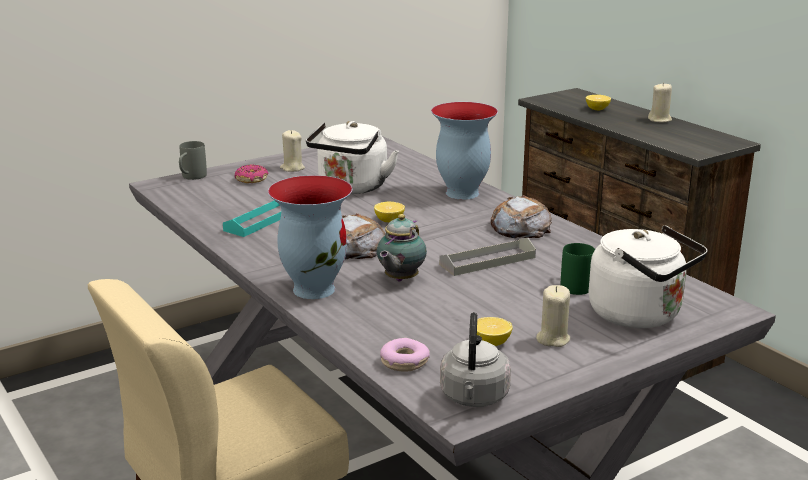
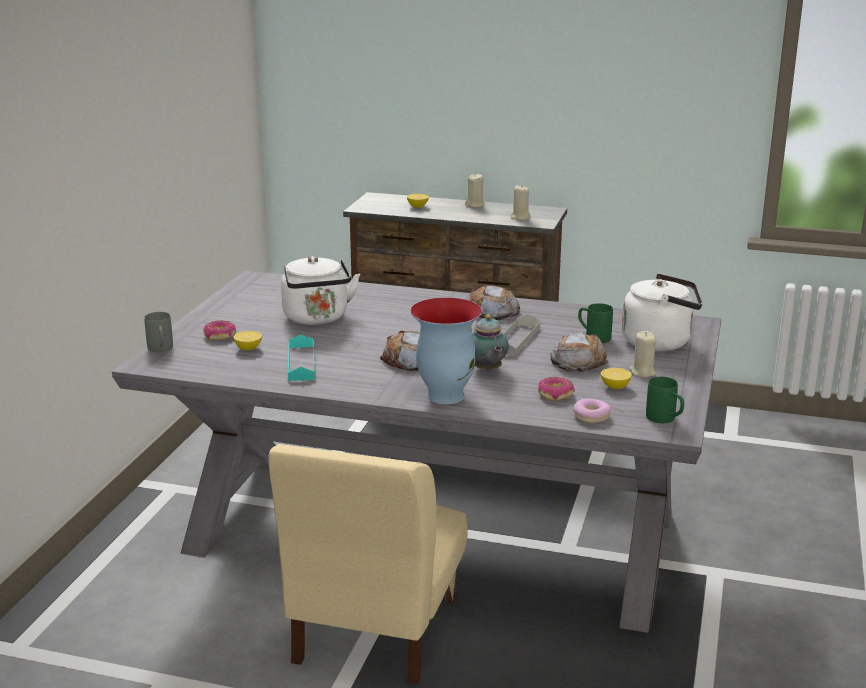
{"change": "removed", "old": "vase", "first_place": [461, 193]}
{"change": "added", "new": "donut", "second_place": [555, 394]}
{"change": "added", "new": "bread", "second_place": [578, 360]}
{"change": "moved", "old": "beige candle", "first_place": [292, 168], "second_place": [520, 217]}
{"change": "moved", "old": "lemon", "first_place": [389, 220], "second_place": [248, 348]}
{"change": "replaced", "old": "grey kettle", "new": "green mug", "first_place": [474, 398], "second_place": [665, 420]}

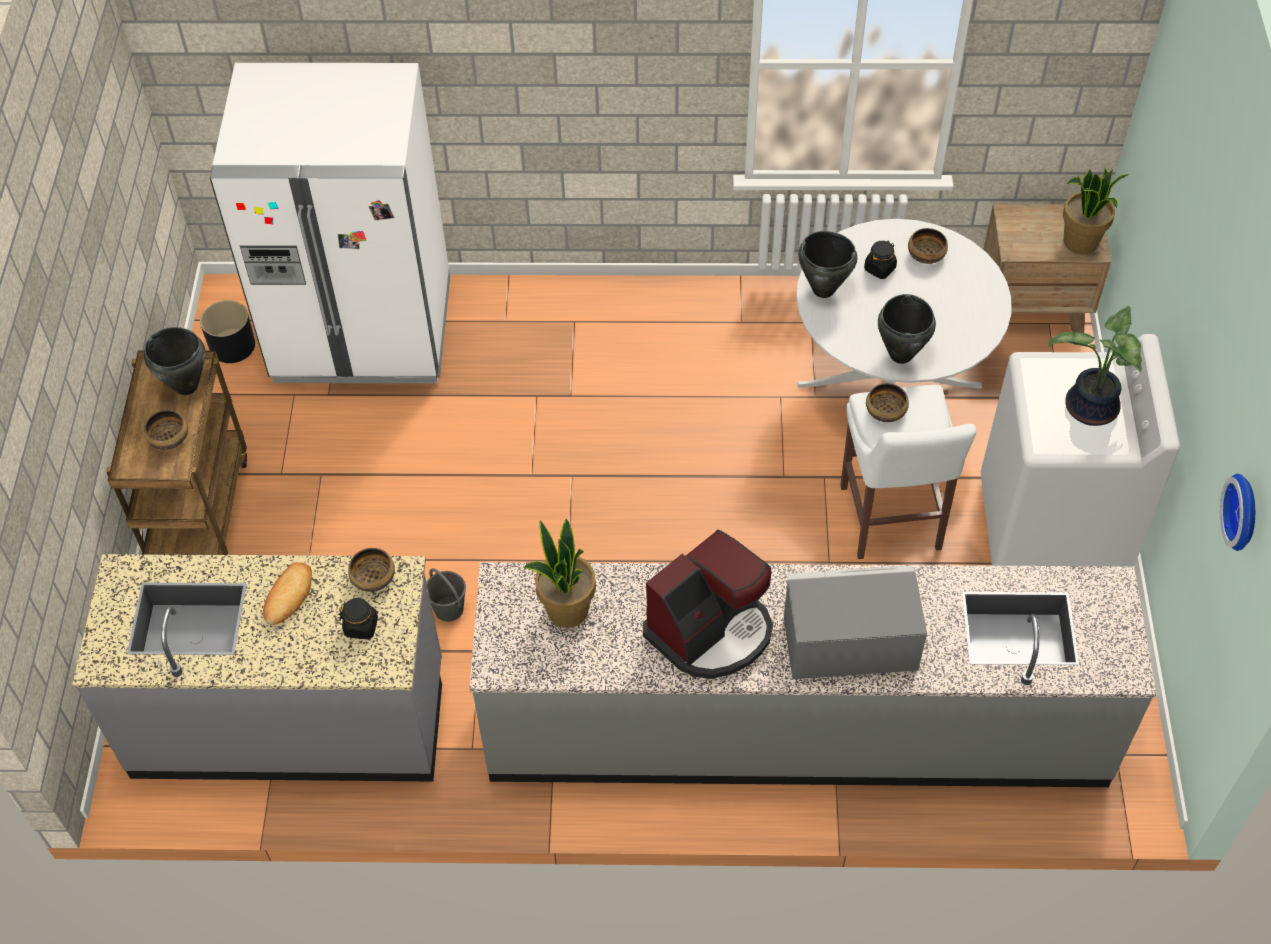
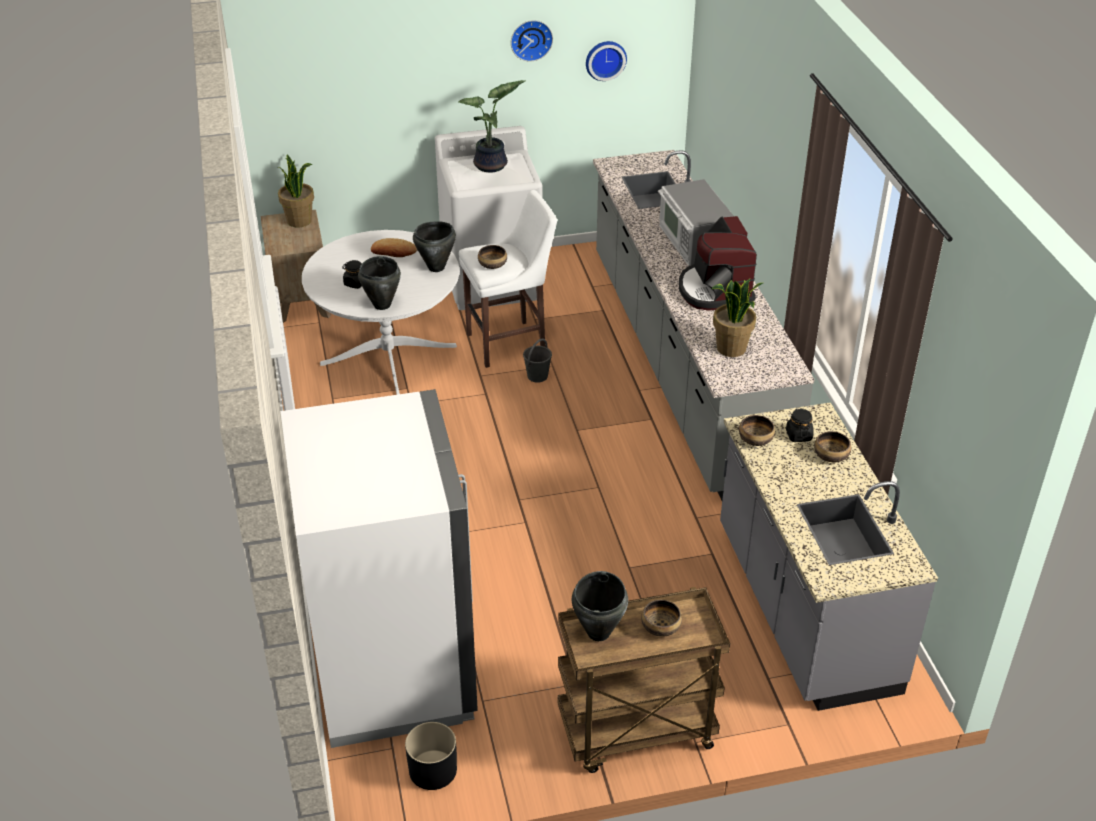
{"change": "added", "new": "wall clock", "second_place": [531, 39]}
{"change": "moved", "old": "bread", "first_place": [288, 596], "second_place": [394, 251]}
{"change": "moved", "old": "grey bucket", "first_place": [448, 608], "second_place": [537, 376]}
{"change": "moved", "old": "bowl", "first_place": [926, 254], "second_place": [830, 455]}
{"change": "turned", "old": "coffee machine", "first_place": [711, 631], "second_place": [715, 290], "degrees": -135}

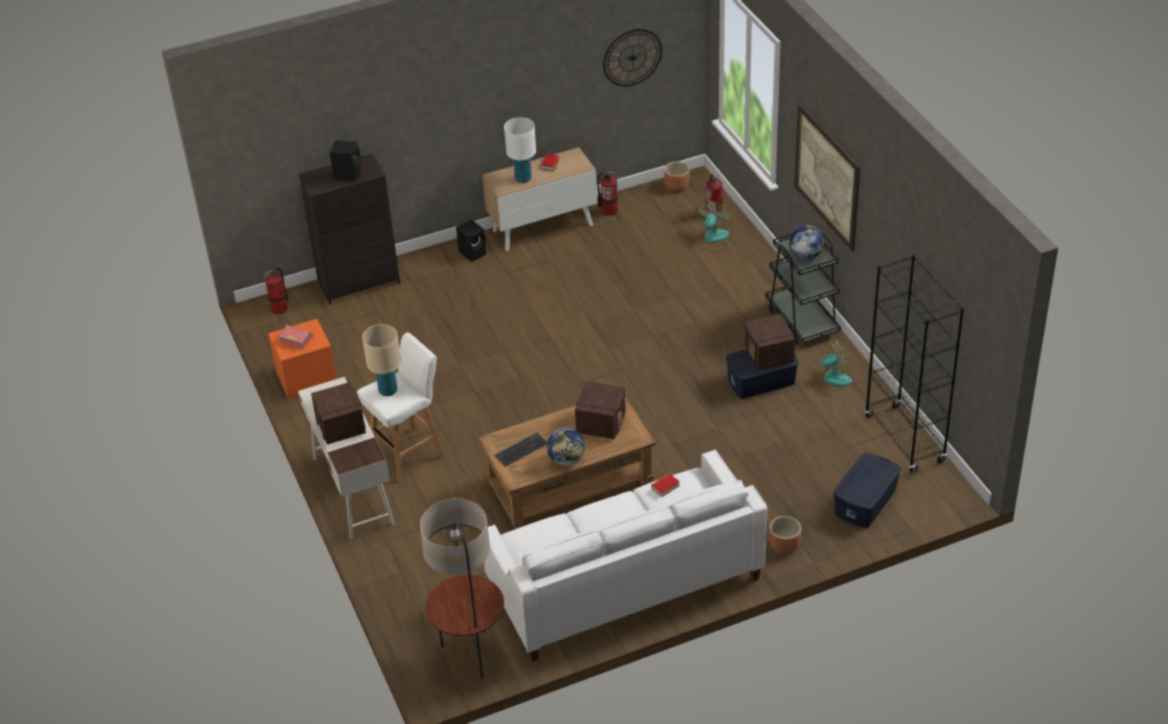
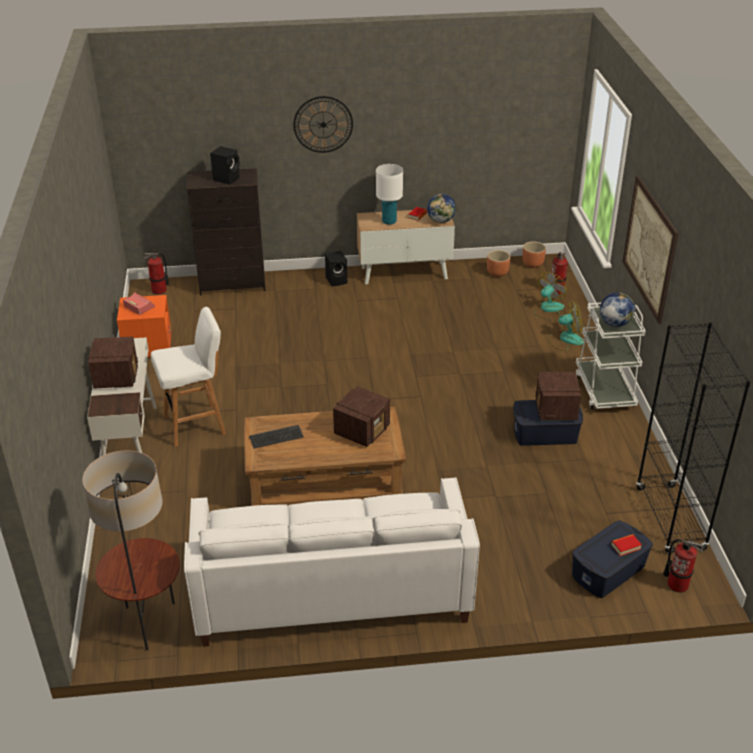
{"change": "removed", "old": "beige table lamp", "first_place": [388, 391]}
{"change": "moved", "old": "globe", "first_place": [566, 460], "second_place": [441, 221]}
{"change": "moved", "old": "fire extinguisher", "first_place": [609, 210], "second_place": [677, 584]}
{"change": "moved", "old": "wall clock", "first_place": [632, 57], "second_place": [323, 124]}
{"change": "moved", "old": "book", "first_place": [665, 487], "second_place": [625, 547]}
{"change": "moved", "old": "brown planter", "first_place": [784, 546], "second_place": [497, 273]}
{"change": "moved", "old": "fan", "first_place": [830, 381], "second_place": [565, 339]}
{"change": "recoloured", "old": "black cart", "new": "white cart", "first_place": [802, 320], "second_place": [604, 390]}

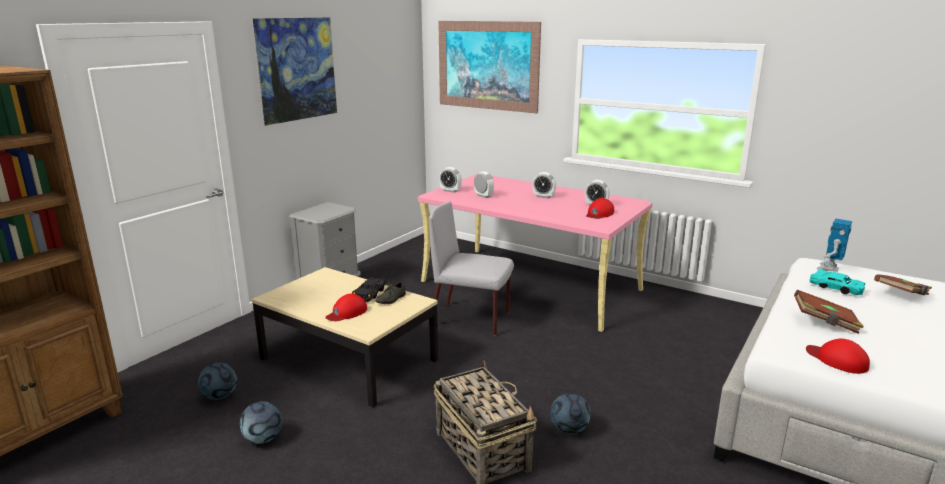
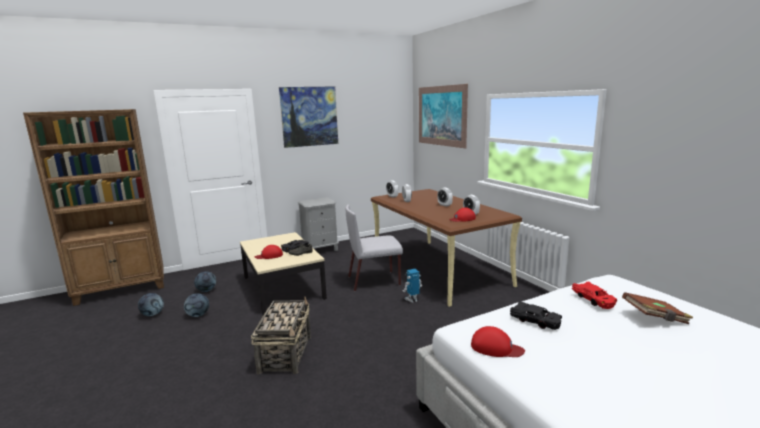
{"change": "moved", "old": "football", "first_place": [569, 430], "second_place": [152, 314]}
{"change": "moved", "old": "toy robot", "first_place": [829, 268], "second_place": [412, 300]}
{"change": "replaced", "old": "brown book", "new": "black toy car", "first_place": [825, 323], "second_place": [535, 321]}
{"change": "recoloured", "old": "pink desk", "new": "brown desk", "first_place": [531, 285], "second_place": [438, 269]}
{"change": "recoloured", "old": "turquoise toy car", "new": "red toy car", "first_place": [835, 288], "second_place": [593, 300]}
{"change": "turned", "old": "grey chair", "first_place": [471, 319], "second_place": [375, 280], "degrees": -60}
{"change": "turned", "old": "red cap", "first_place": [837, 360], "second_place": [496, 348], "degrees": 120}

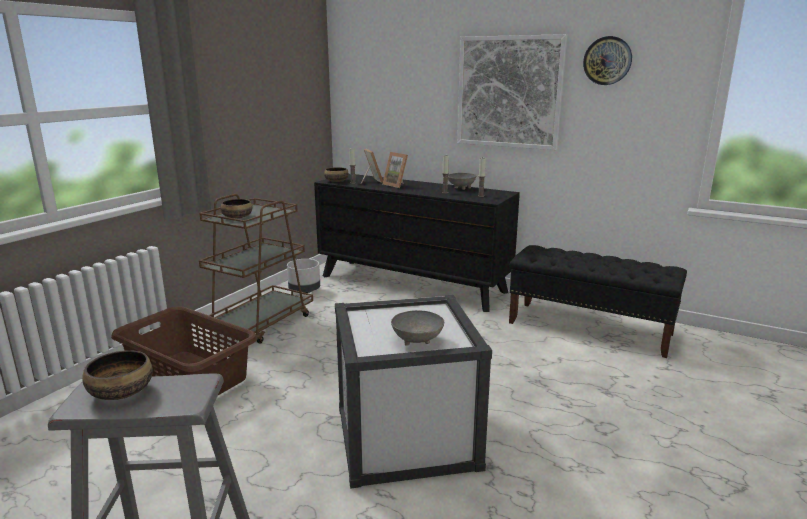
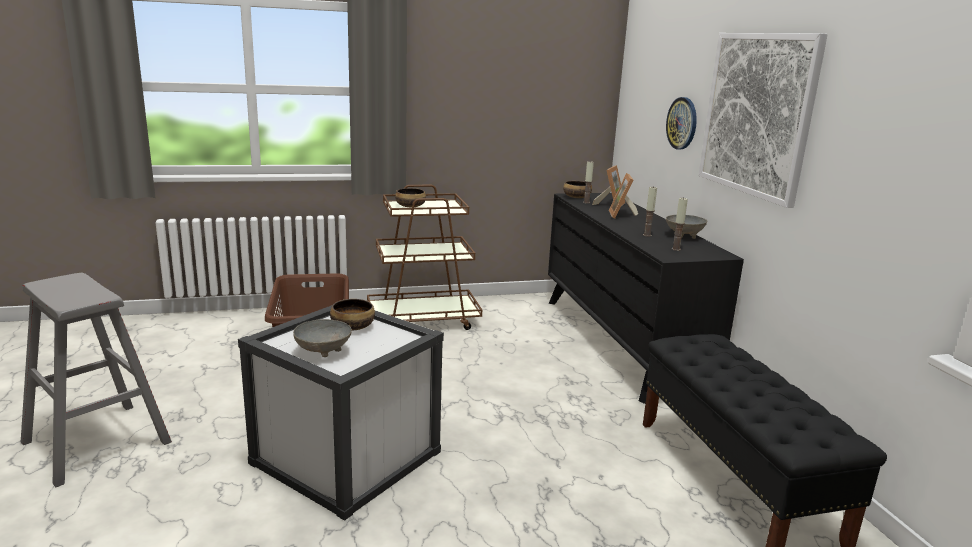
{"change": "removed", "old": "grey planter", "first_place": [304, 290]}
{"change": "moved", "old": "bowl", "first_place": [121, 391], "second_place": [353, 326]}
{"change": "moved", "old": "wall clock", "first_place": [607, 60], "second_place": [682, 123]}

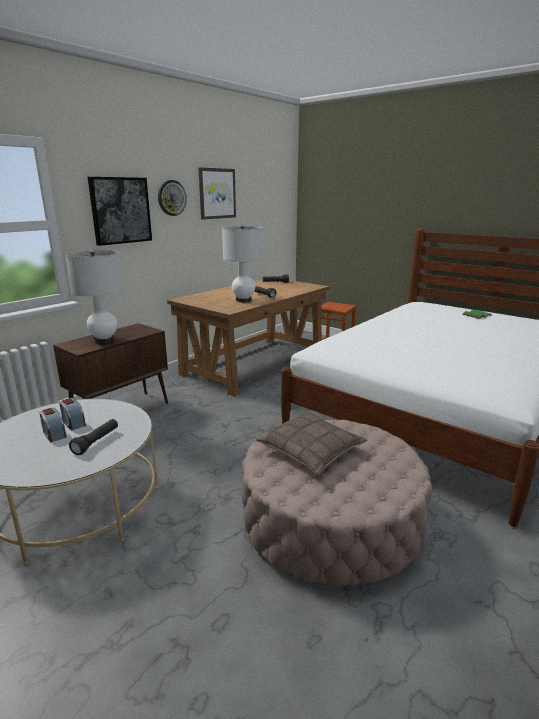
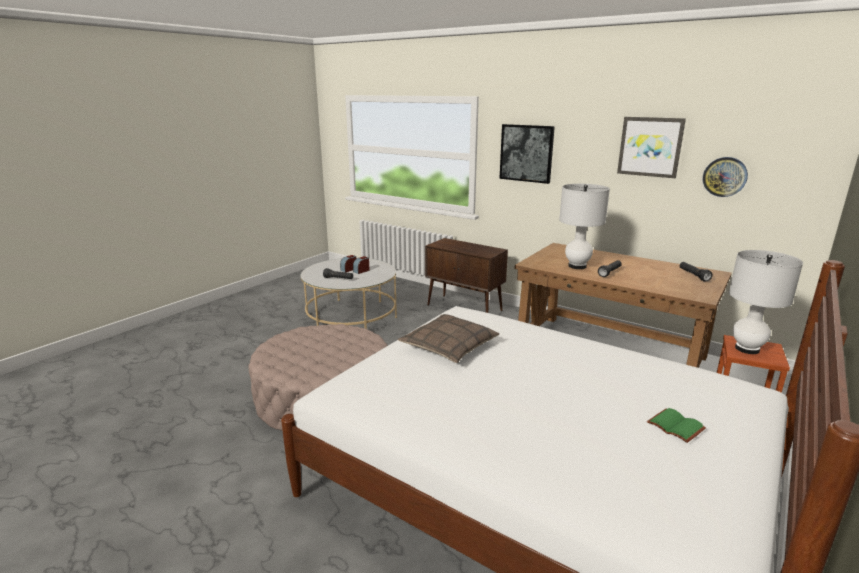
{"change": "moved", "old": "white table lamp", "first_place": [104, 340], "second_place": [747, 349]}
{"change": "moved", "old": "wall clock", "first_place": [171, 198], "second_place": [724, 176]}
{"change": "moved", "old": "pillow", "first_place": [311, 450], "second_place": [448, 346]}

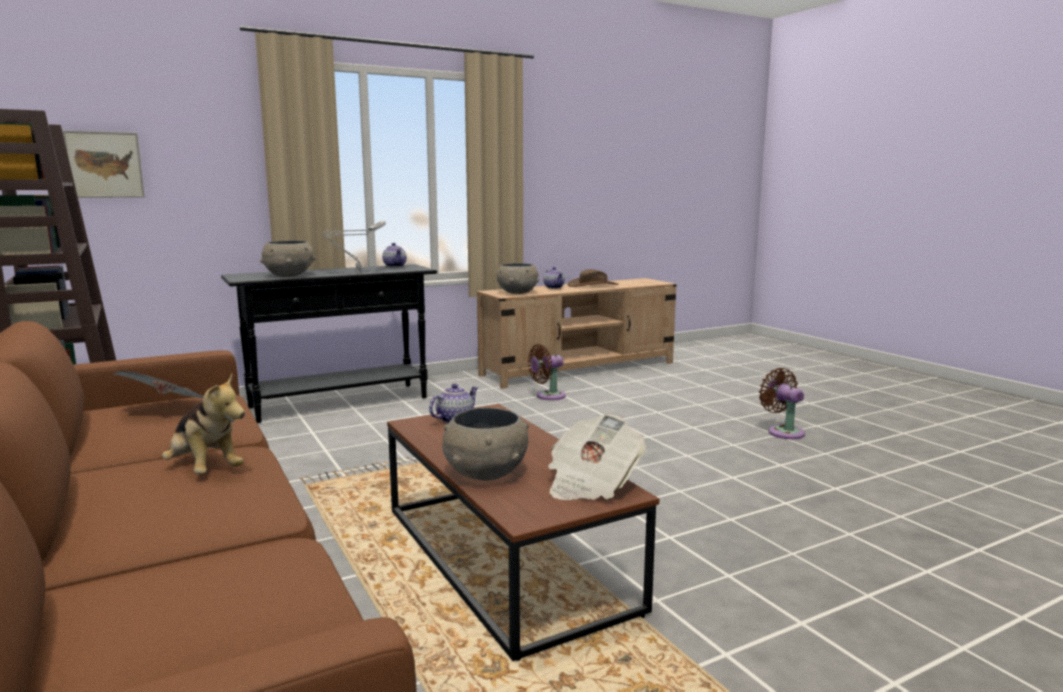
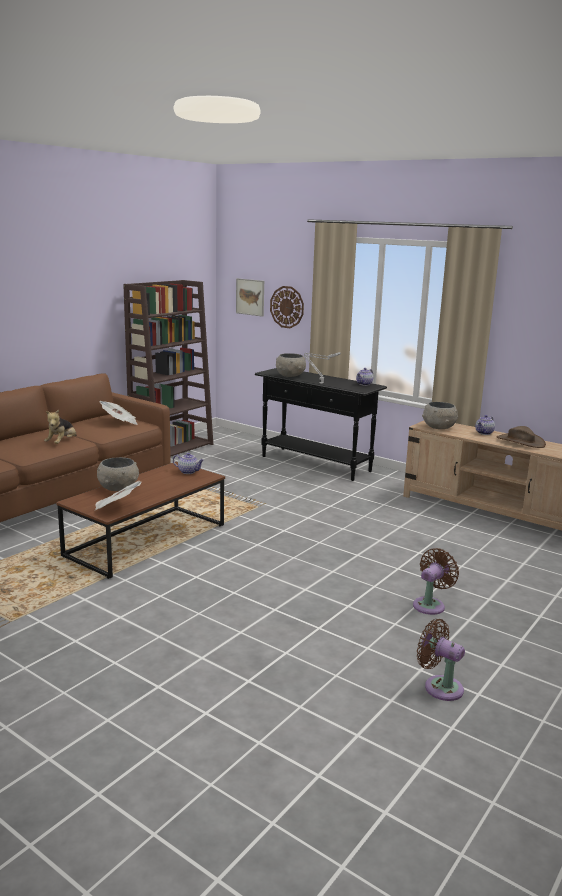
{"change": "added", "new": "wall clock", "second_place": [287, 307]}
{"change": "moved", "old": "brown fan", "first_place": [547, 396], "second_place": [439, 686]}

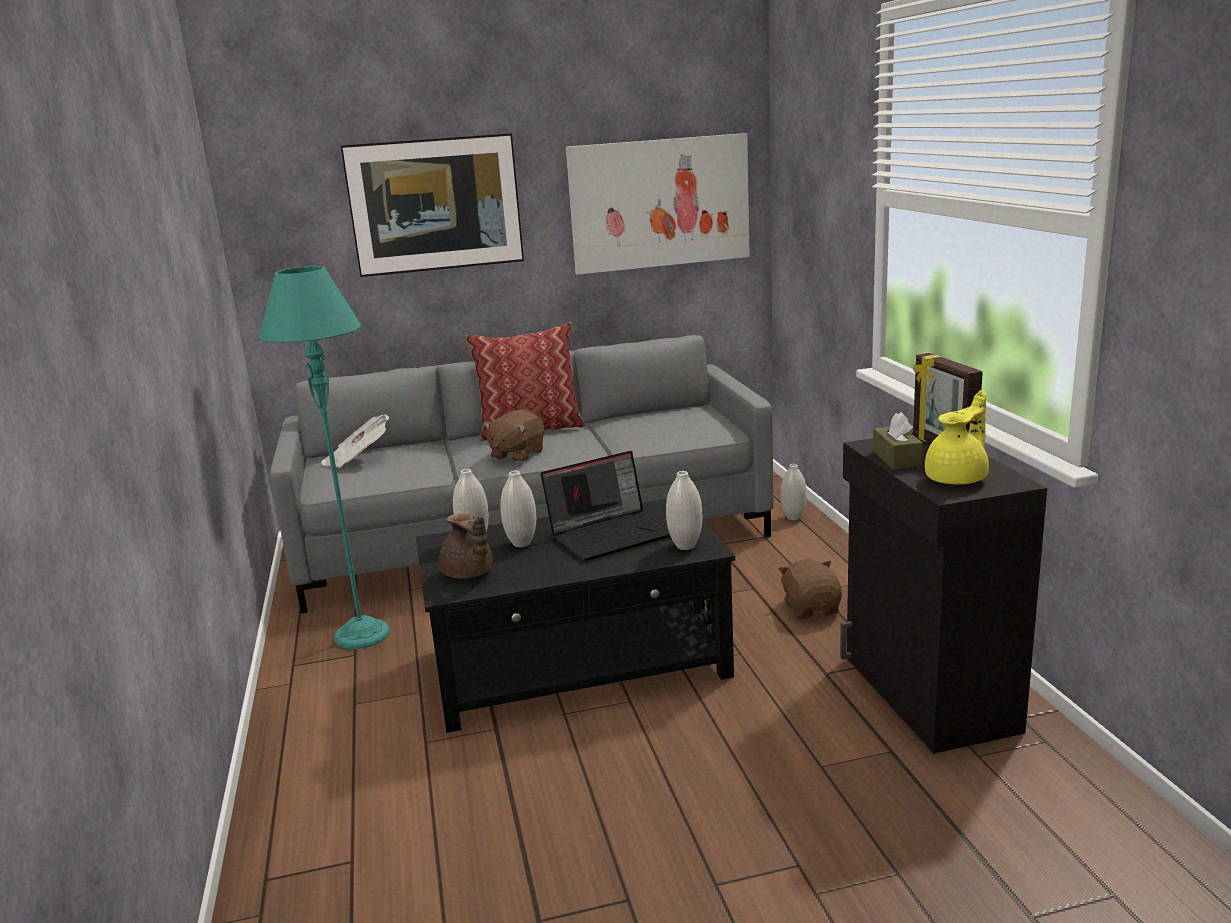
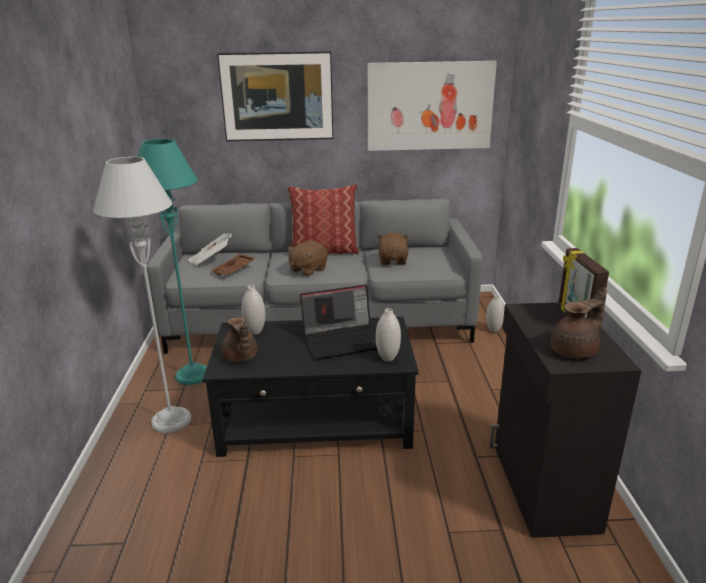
{"change": "removed", "old": "white vase", "first_place": [521, 544]}
{"change": "removed", "old": "brown tissue box", "first_place": [896, 458]}
{"change": "added", "new": "grey floor lamp", "second_place": [171, 420]}
{"change": "added", "new": "brown tray", "second_place": [234, 270]}
{"change": "moved", "old": "brown plush toy", "first_place": [811, 608], "second_place": [393, 261]}
{"change": "recoloured", "old": "yellow teapot", "new": "brown teapot", "first_place": [958, 478], "second_place": [575, 351]}

